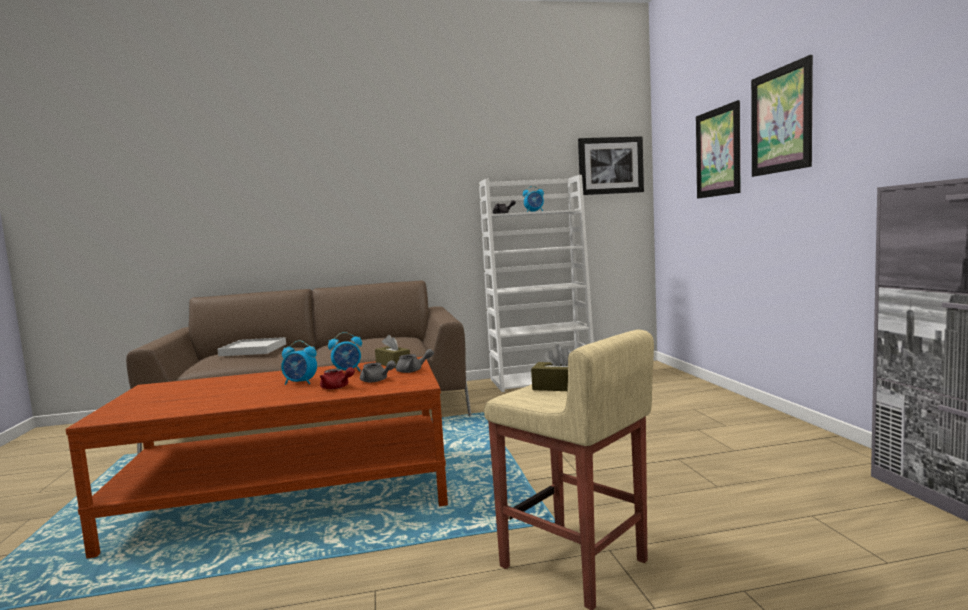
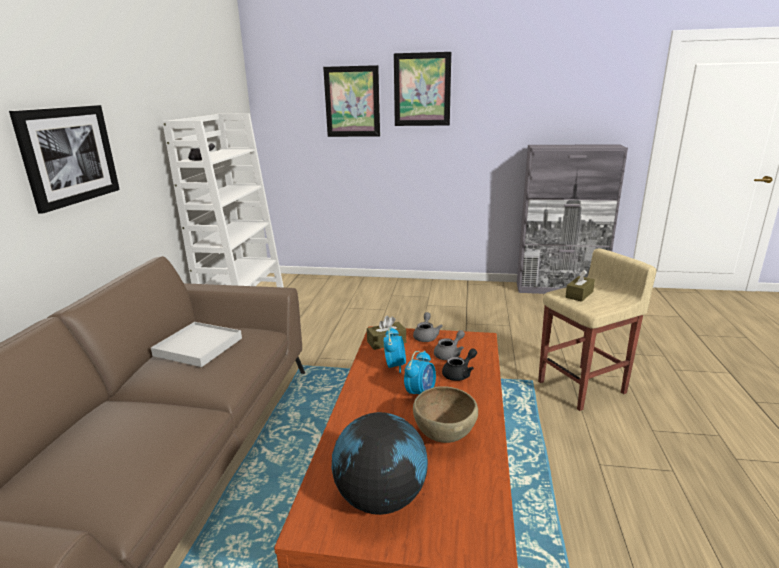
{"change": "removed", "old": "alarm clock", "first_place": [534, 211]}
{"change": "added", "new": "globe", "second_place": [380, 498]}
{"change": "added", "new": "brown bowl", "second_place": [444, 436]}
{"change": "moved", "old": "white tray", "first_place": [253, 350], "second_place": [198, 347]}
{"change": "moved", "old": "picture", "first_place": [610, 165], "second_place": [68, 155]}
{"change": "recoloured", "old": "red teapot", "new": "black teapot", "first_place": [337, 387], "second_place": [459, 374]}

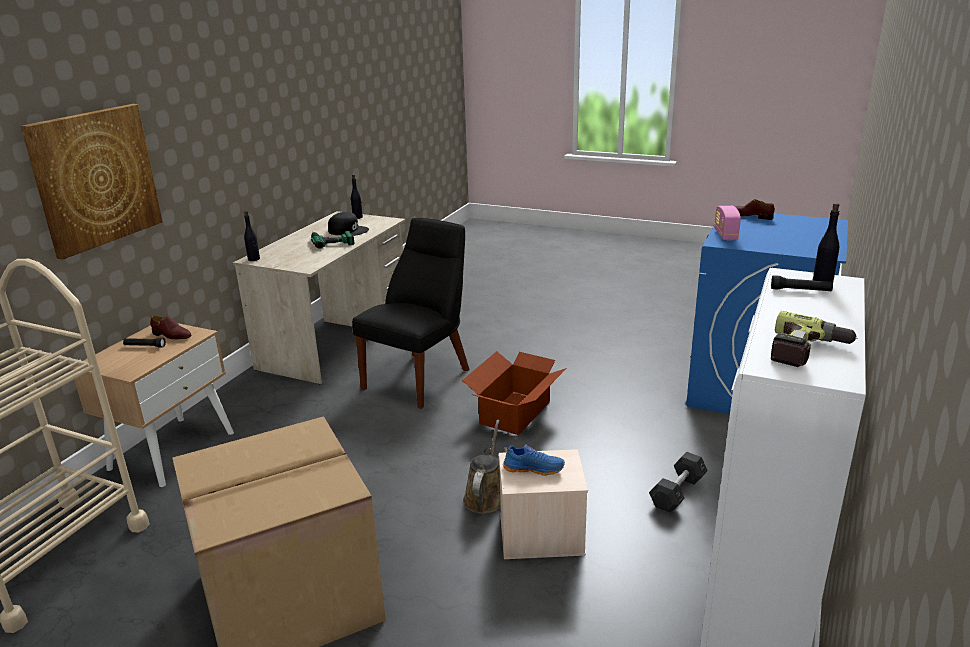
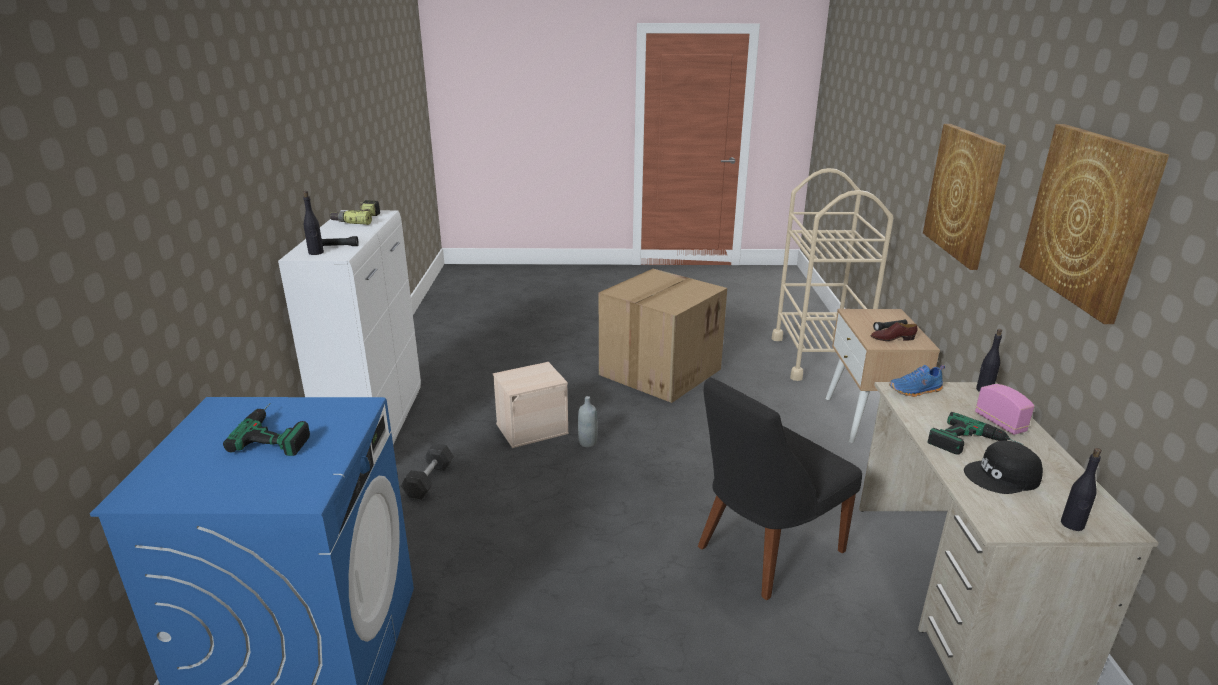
{"change": "removed", "old": "cardboard box", "first_place": [516, 412]}
{"change": "removed", "old": "brown shoe", "first_place": [751, 216]}
{"change": "added", "new": "power drill", "second_place": [278, 432]}
{"change": "added", "new": "picture", "second_place": [1088, 219]}
{"change": "moved", "old": "blue shoe", "first_place": [533, 468], "second_place": [915, 391]}
{"change": "moved", "old": "radio", "first_place": [725, 235], "second_place": [1000, 423]}
{"change": "replaced", "old": "brown watering can", "new": "grey bottle", "first_place": [486, 496], "second_place": [587, 442]}
{"change": "turned", "old": "black chair", "first_place": [420, 377], "second_place": [765, 551], "degrees": 45}

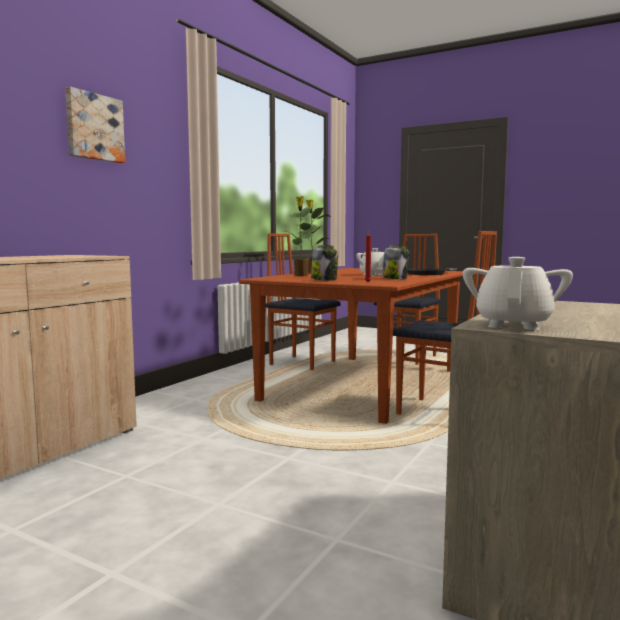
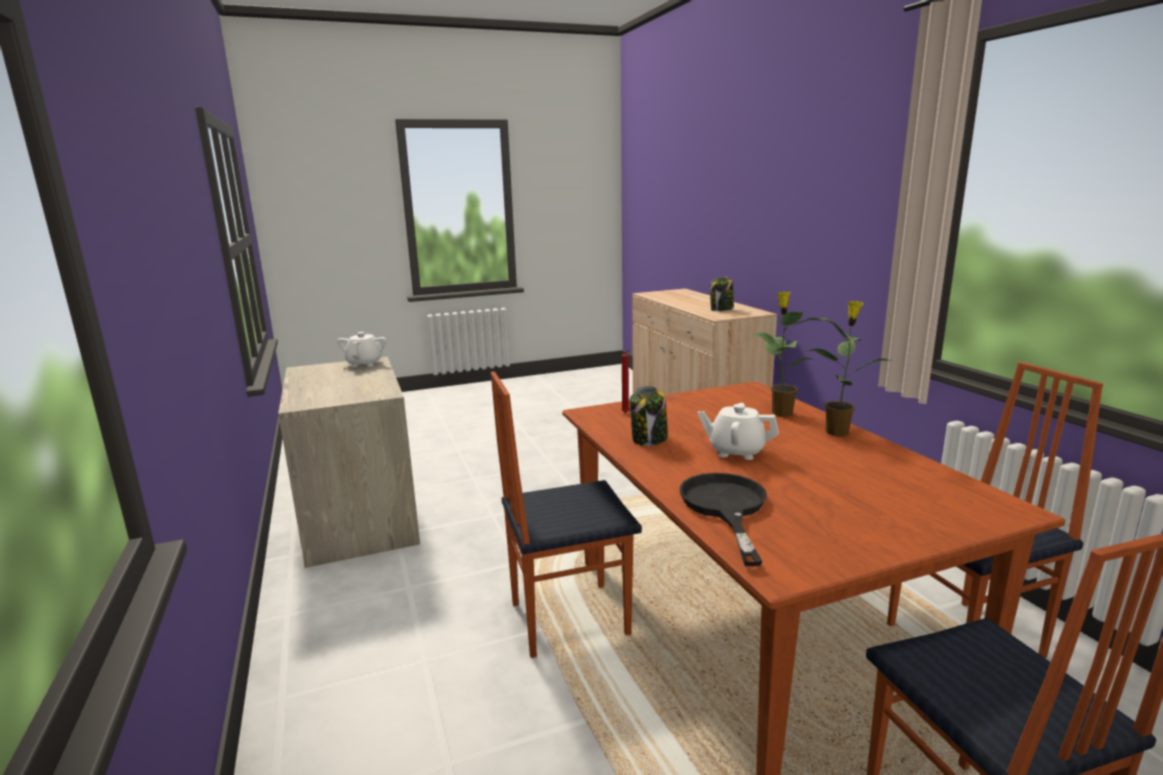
{"change": "removed", "old": "picture", "first_place": [94, 127]}
{"change": "moved", "old": "jar", "first_place": [324, 279], "second_place": [721, 309]}
{"change": "turned", "old": "white teapot", "first_place": [513, 325], "second_place": [365, 364], "degrees": -150}

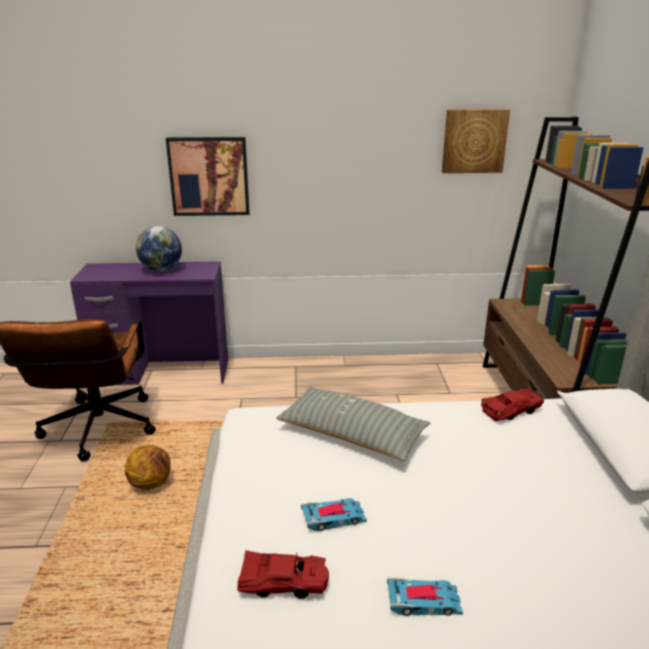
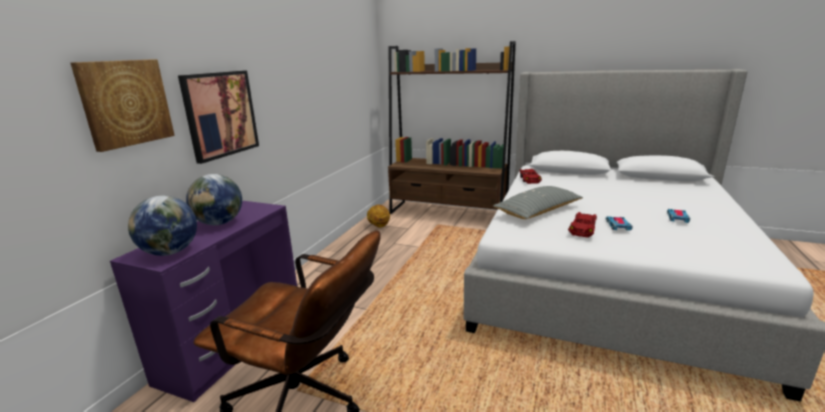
{"change": "added", "new": "globe", "second_place": [170, 252]}
{"change": "moved", "old": "basketball", "first_place": [151, 483], "second_place": [379, 226]}
{"change": "moved", "old": "red toy car", "first_place": [283, 583], "second_place": [583, 229]}
{"change": "moved", "old": "picture", "first_place": [474, 141], "second_place": [125, 103]}

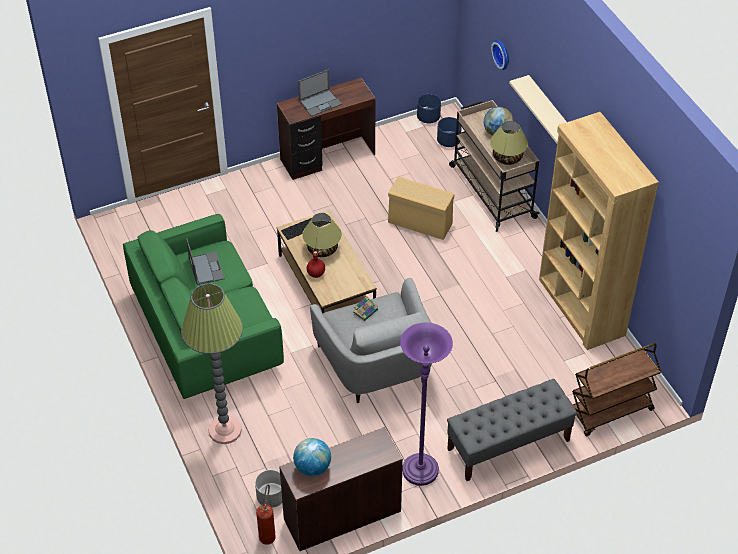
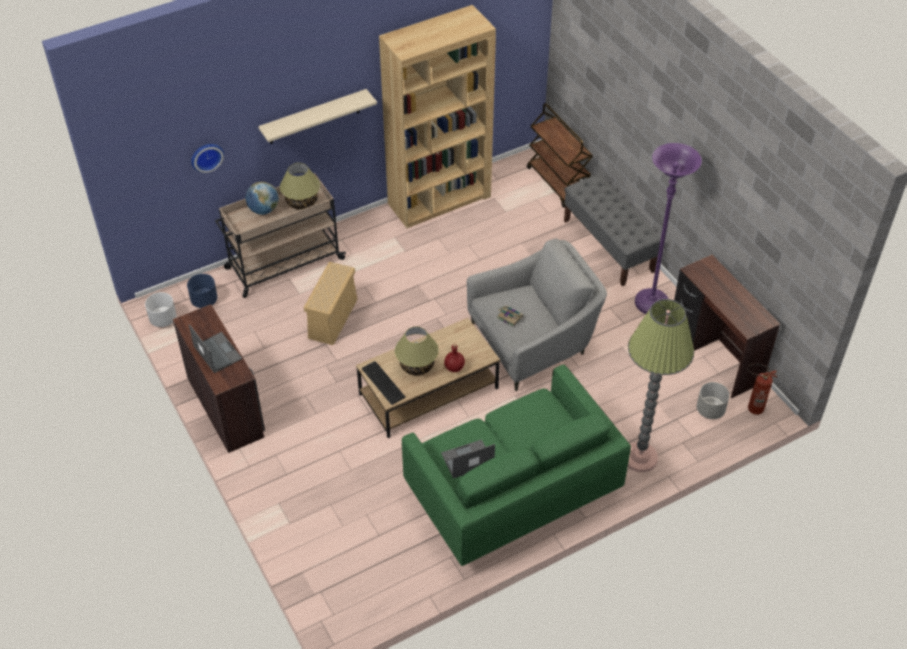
{"change": "removed", "old": "globe", "first_place": [312, 467]}
{"change": "recoloured", "old": "blue planter", "new": "white planter", "first_place": [428, 118], "second_place": [163, 320]}

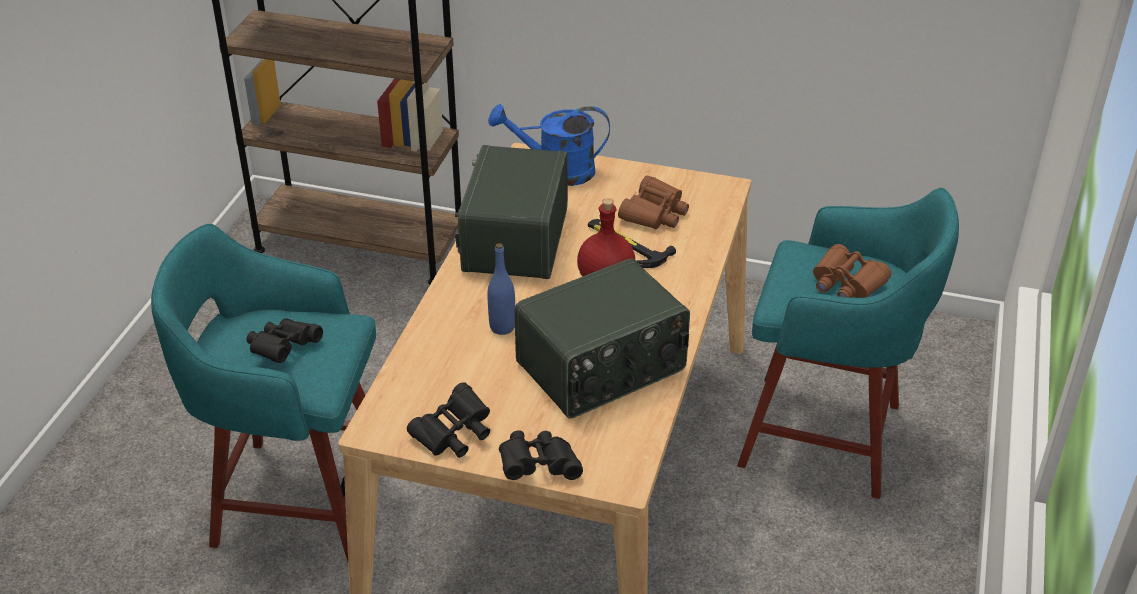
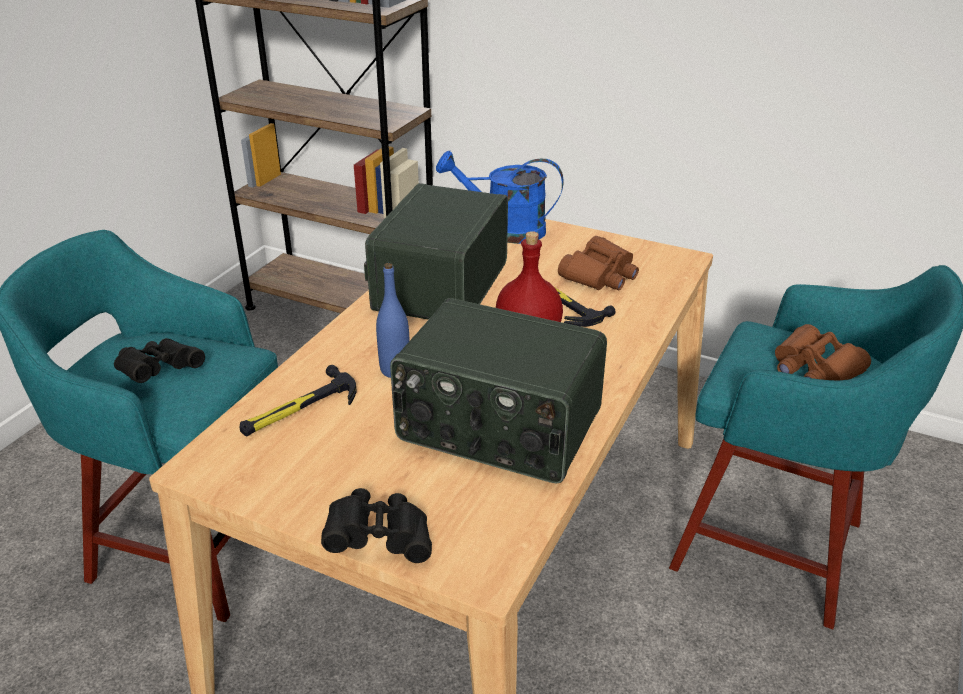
{"change": "removed", "old": "black binoculars", "first_place": [454, 435]}
{"change": "added", "new": "hammer", "second_place": [299, 409]}
{"change": "turned", "old": "radio", "first_place": [602, 368], "second_place": [498, 428], "degrees": 45}

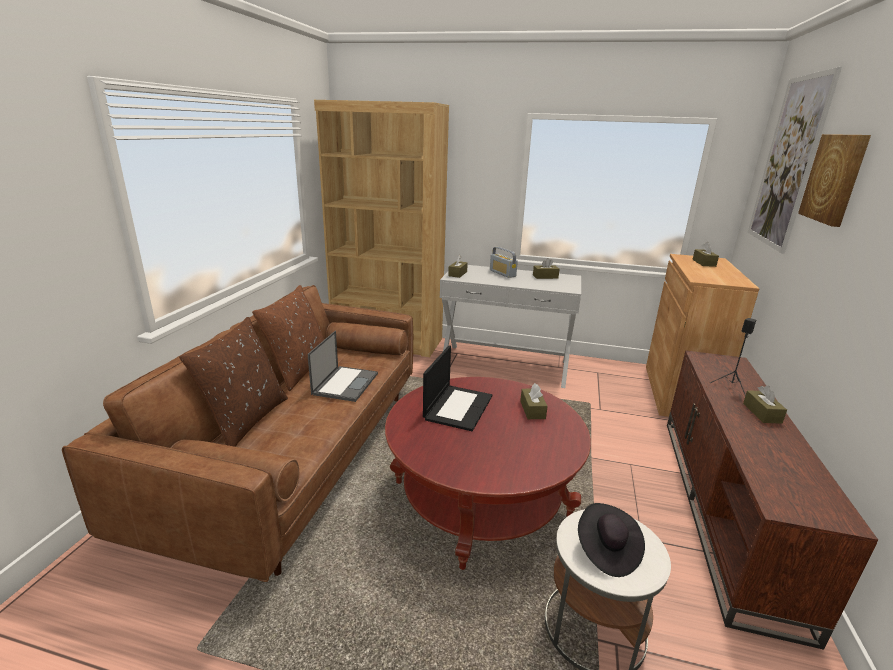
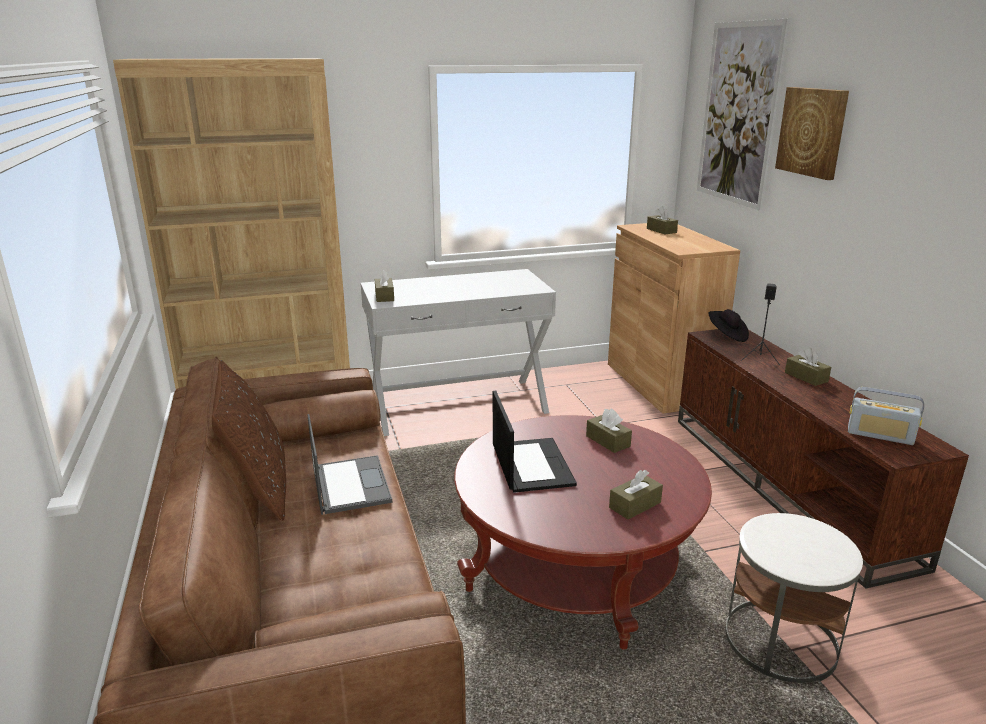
{"change": "removed", "old": "brown pillow", "first_place": [246, 420]}
{"change": "moved", "old": "radio", "first_place": [502, 273], "second_place": [880, 435]}
{"change": "moved", "old": "brown tissue box", "first_place": [545, 276], "second_place": [635, 505]}
{"change": "moved", "old": "black hat", "first_place": [607, 551], "second_place": [727, 335]}

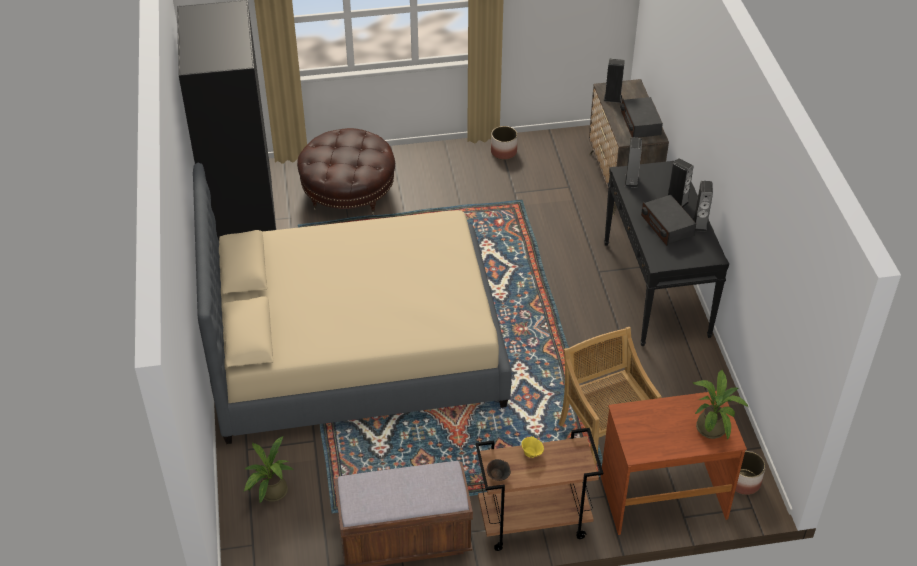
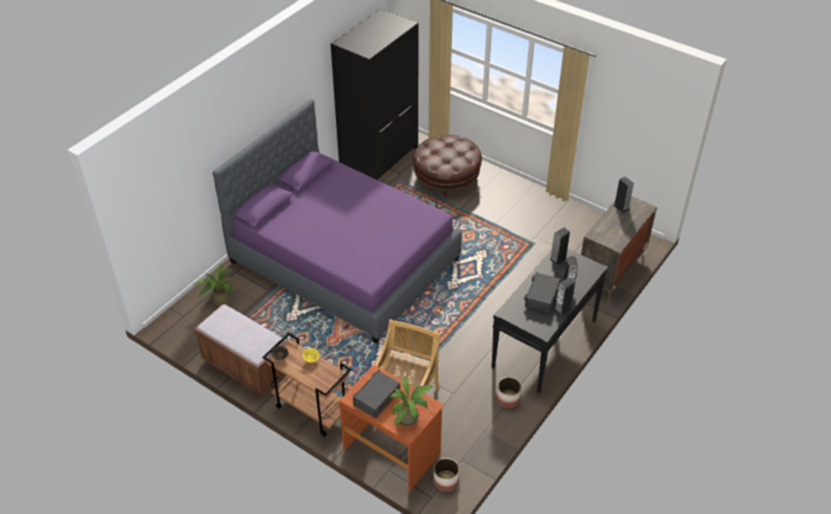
{"change": "moved", "old": "planter", "first_place": [504, 152], "second_place": [508, 399]}
{"change": "moved", "old": "radio", "first_place": [640, 123], "second_place": [376, 398]}
{"change": "recoloured", "old": "beige bed", "new": "purple bed", "first_place": [355, 348], "second_place": [344, 260]}

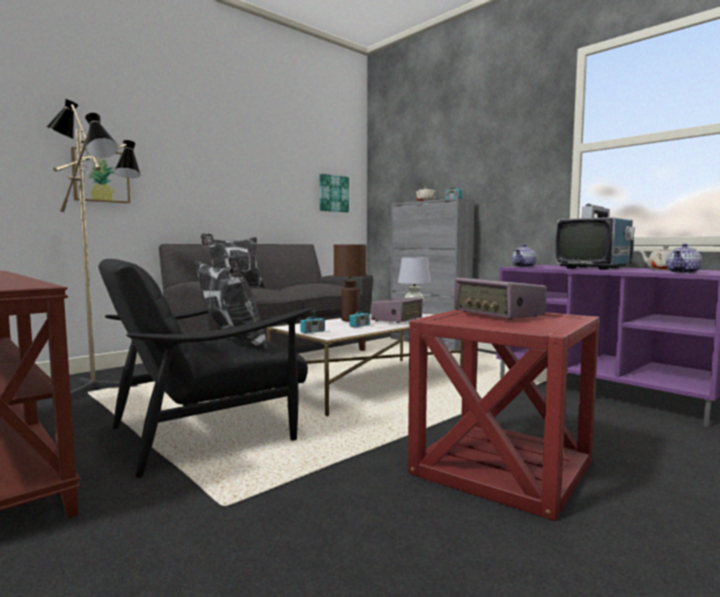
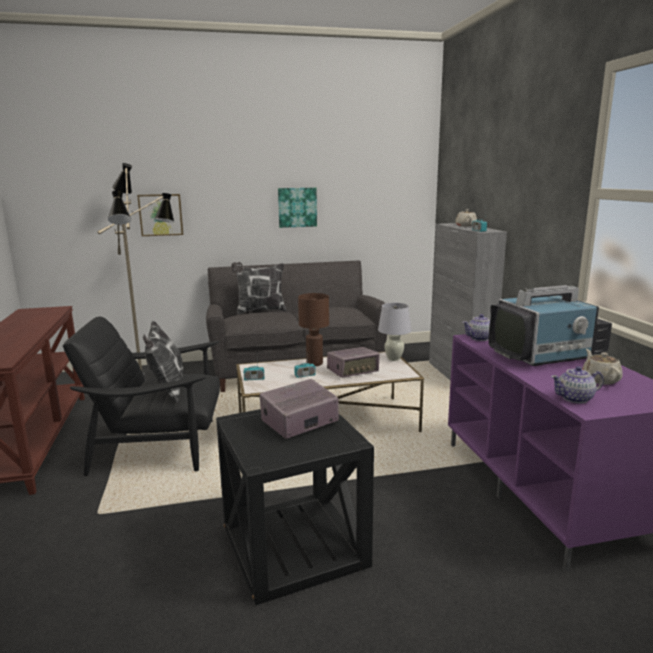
{"change": "moved", "old": "picture", "first_place": [333, 193], "second_place": [297, 207]}
{"change": "recoloured", "old": "red side table", "new": "black side table", "first_place": [502, 468], "second_place": [294, 546]}
{"change": "turned", "old": "radio", "first_place": [498, 314], "second_place": [299, 422], "degrees": 60}

